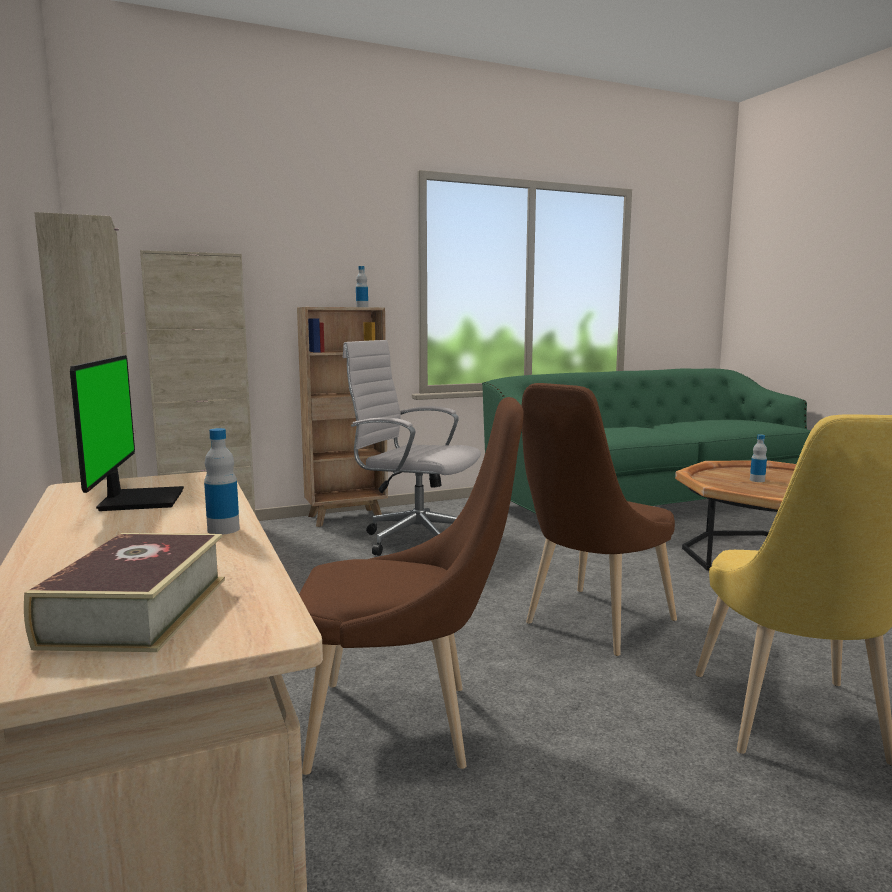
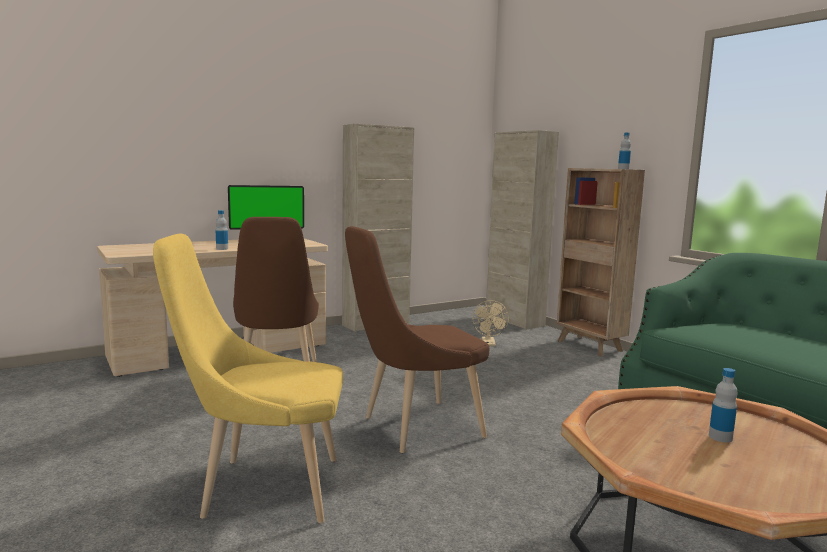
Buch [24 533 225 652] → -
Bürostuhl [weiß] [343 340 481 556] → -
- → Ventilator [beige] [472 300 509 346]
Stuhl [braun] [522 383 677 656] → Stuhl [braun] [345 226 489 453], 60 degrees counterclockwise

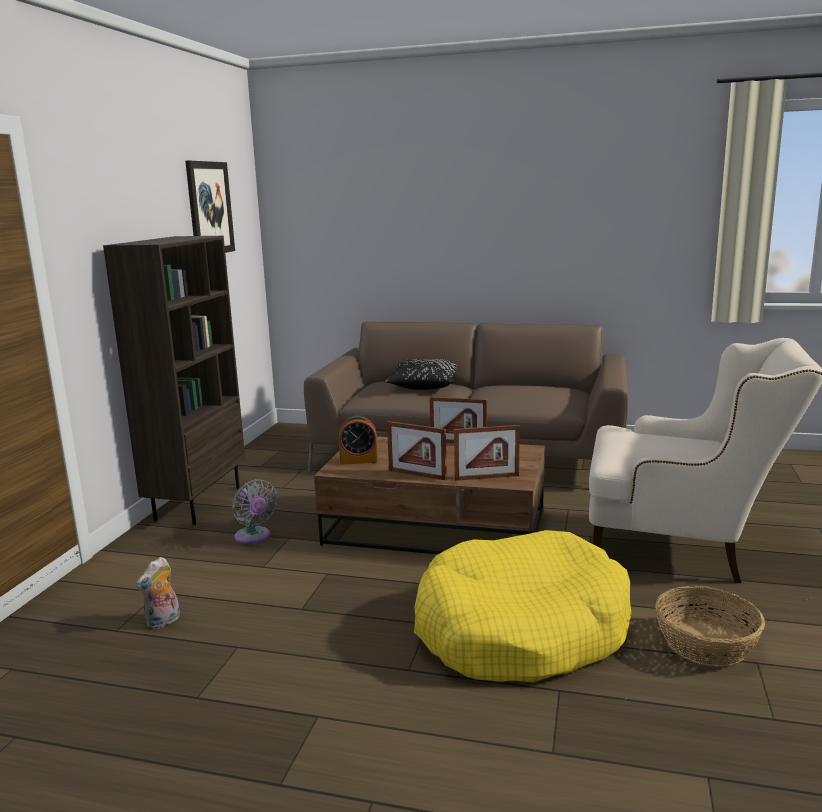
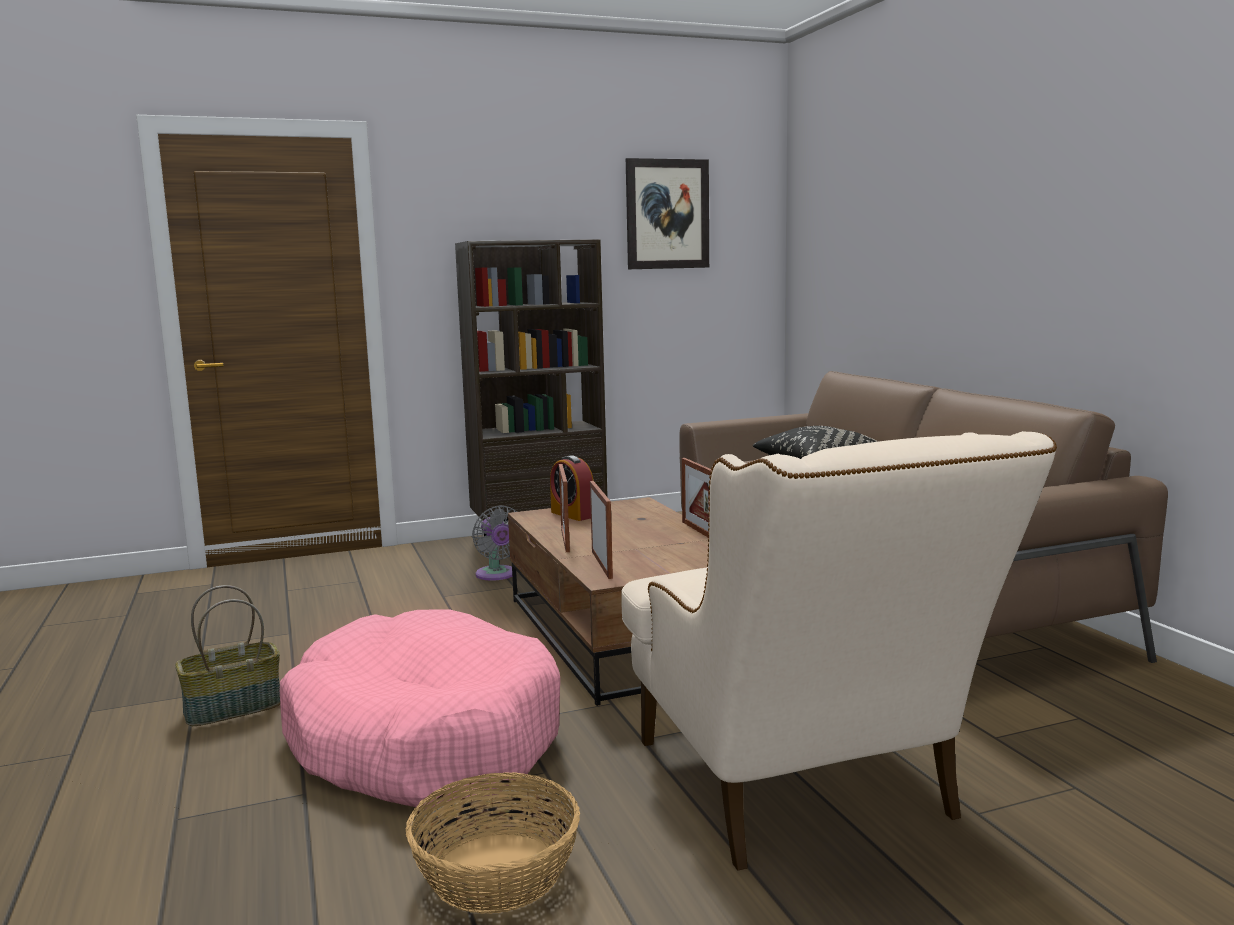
Plüschtier [136 557 180 630] → -
- → Korb [175 585 280 726]
Hundebett [gelb] [414 530 632 683] → Hundebett [rosa] [280 609 560 809]
Ventilator [grau] [232 479 278 544] → Ventilator [grau] [472 505 517 581], 45 degrees counterclockwise
Bilderrahmen [454 425 520 481] → Bilderrahmen [590 481 613 579], 150 degrees counterclockwise

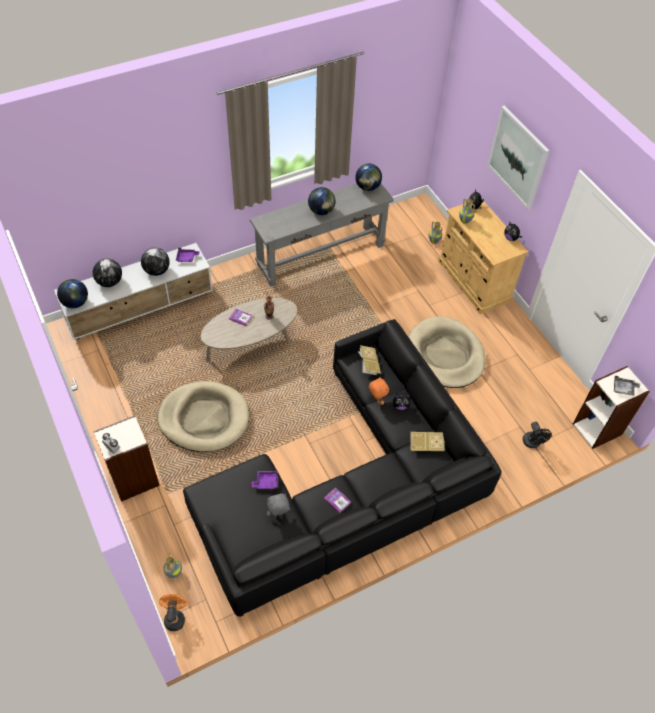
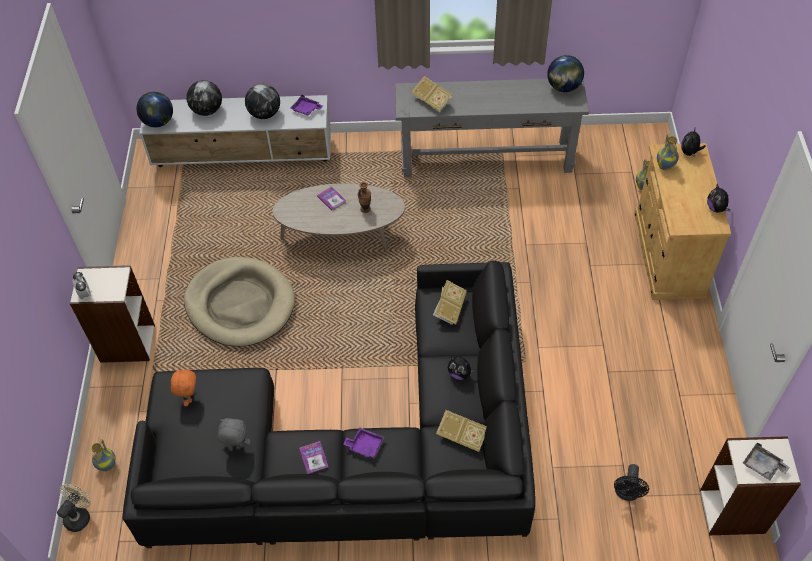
Globus [308 187 336 215] → -
Hundebett [beige] [408 316 486 388] → -
Bild [487 105 549 210] → -
- → Buch [411 76 452 113]
Tablett [lila] [252 471 278 490] → Tablett [lila] [343 427 384 458], move
Plüschtier [orange] [369 376 389 405] → Plüschtier [orange] [171 367 196 406], move
Ventilator [orange] [159 594 187 631] → Ventilator [beige] [57 484 91 532]

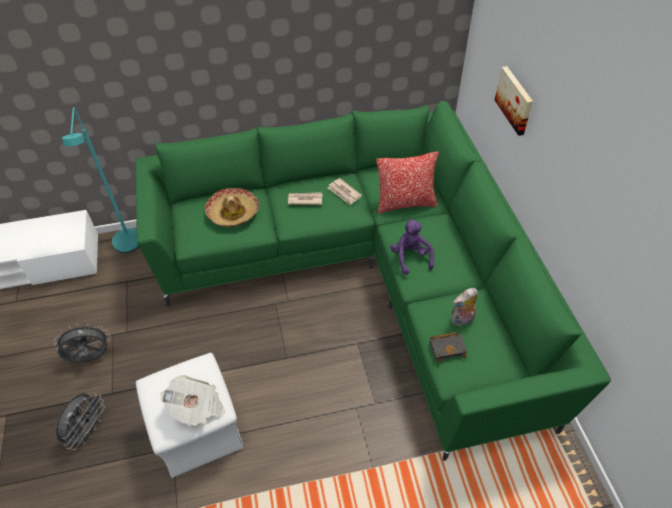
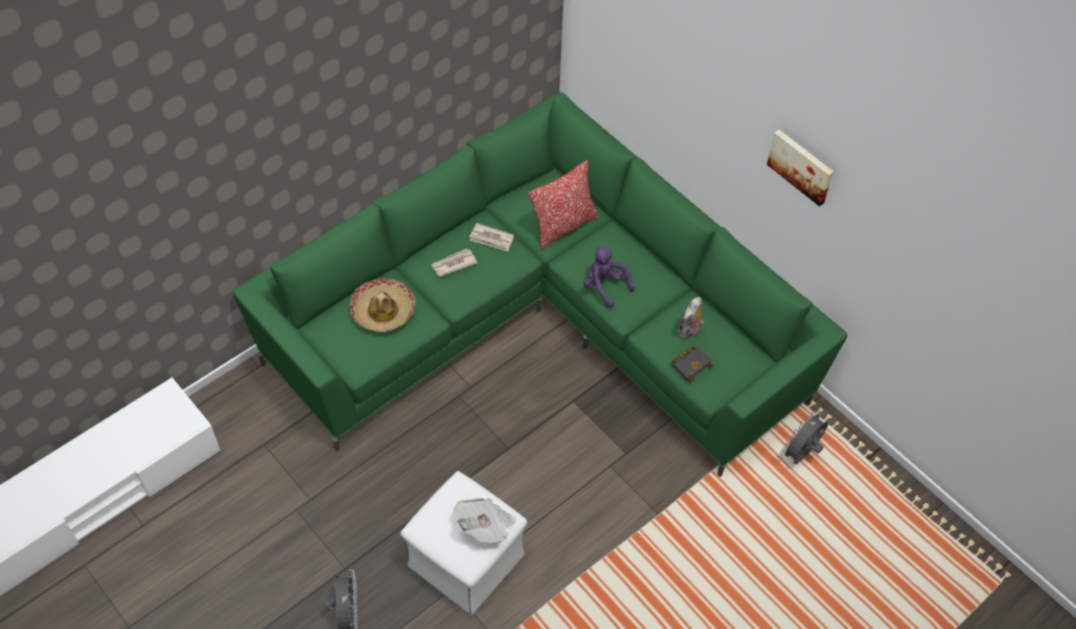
Stehlampe [türkis] [62 107 139 253] → -
Ventilator [grau] [54 323 110 362] → Ventilator [grau] [780 410 828 464], move
Bild [495 66 533 136] → Bild [767 130 834 206], move

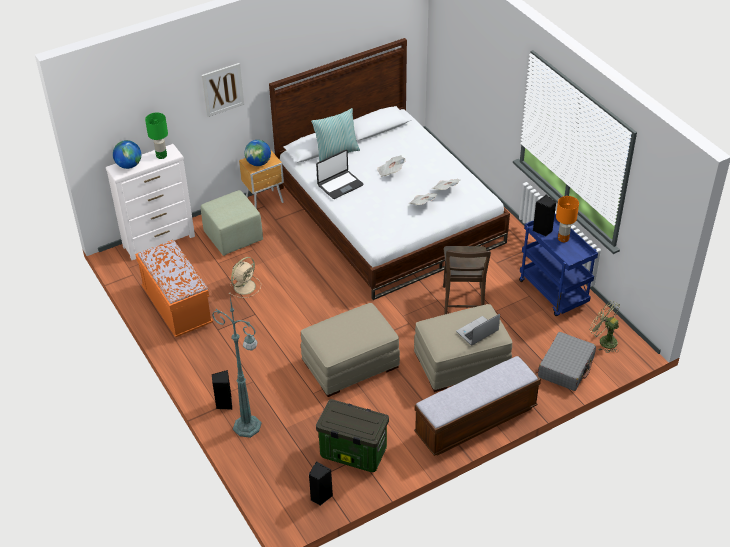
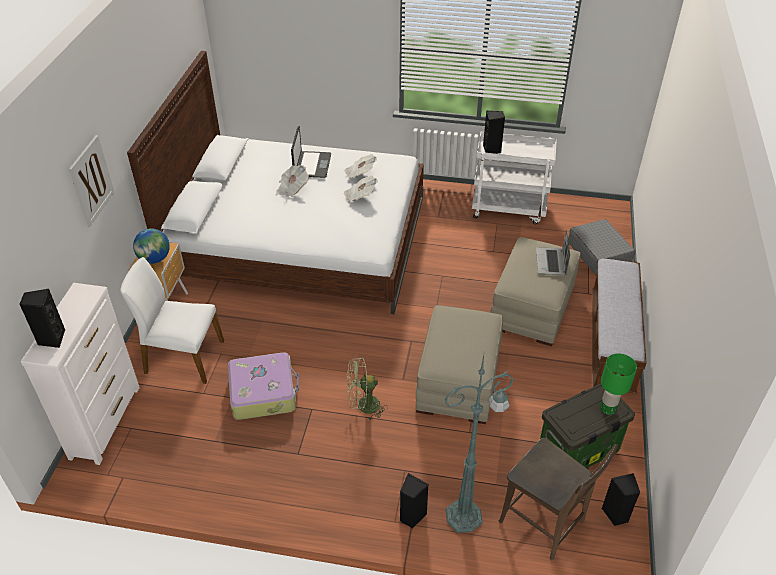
Bank [orange] [135 240 213 337] → -
Kissen [311 108 360 161] → -
Tischlampe [orange] [556 196 579 242] → -
Tischlampe [grün] [145 113 168 159] → Tischlampe [grün] [600 353 637 415], move
Laptop [316 149 364 199] → Laptop [291 126 331 178], move
Stuhl [braun] [443 246 491 315] → Stuhl [braun] [499 438 618 560], move
Ventilator [grün] [589 300 620 353] → Ventilator [grün] [346 357 388 421], move
Globus [113 140 141 169] → Lautsprecher [schwarz] [20 289 66 348]
Polsterhocker [grün] [201 190 263 256] → Stuhl [weiß] [120 257 224 384]
Ventilator [beige] [229 257 261 298] → Koffer [228 352 299 420]
Rollwagen [blau] [519 214 598 316] → Rollwagen [weiß] [472 132 557 224]

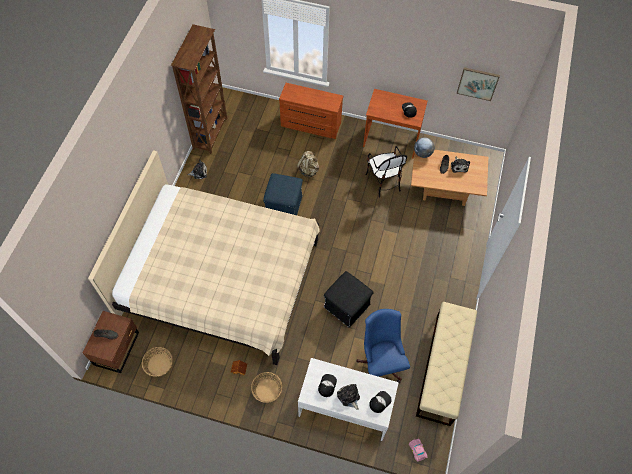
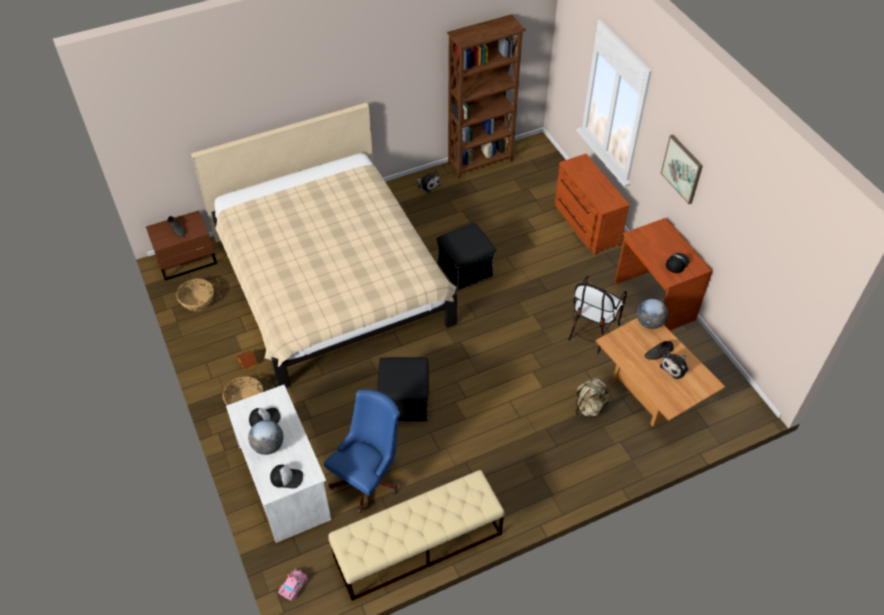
Rucksack [beige] [297 151 319 179] → Rucksack [beige] [575 378 609 419], move
Bild [456 67 500 101] → Bild [661 135 703 204], move
Plüschtier [337 384 360 410] → Globus [248 420 283 455]
Polsterhocker [blau] [263 173 303 215] → Polsterhocker [schwarz] [437 223 496 291]

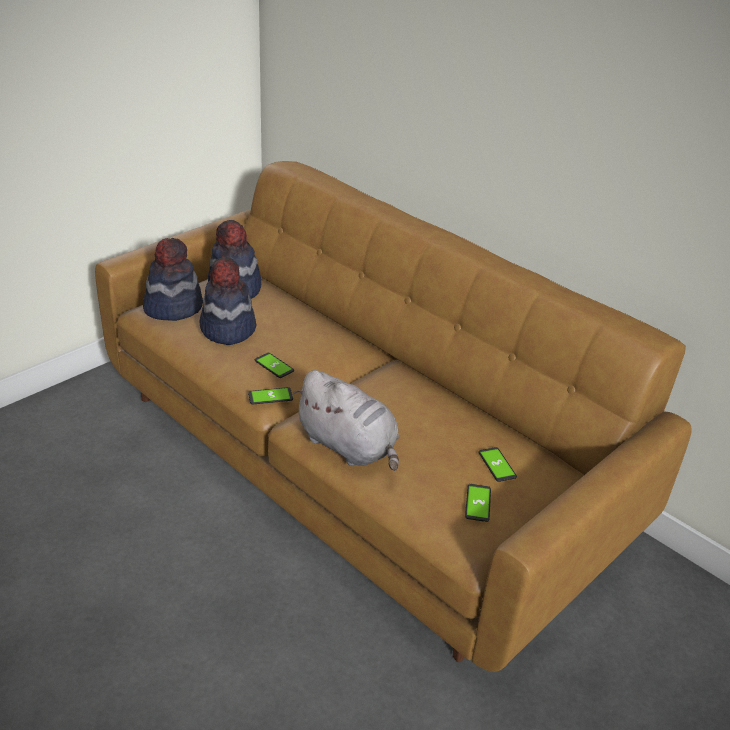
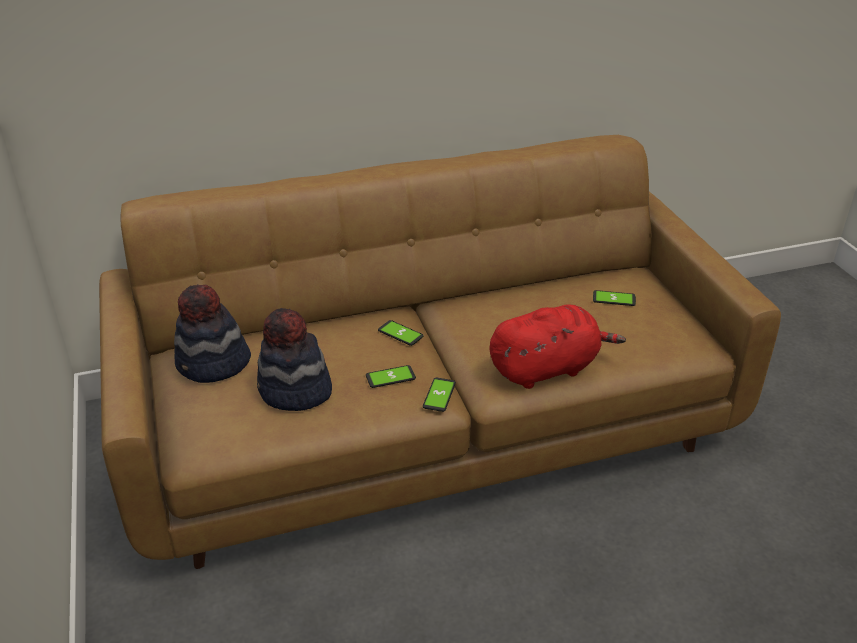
Hut [143 238 203 321] → -
Handy [465 484 491 522] → Handy [378 320 424 346], move
Plüschtier [grau] [292 370 399 471] → Plüschtier [rot] [489 304 626 389]

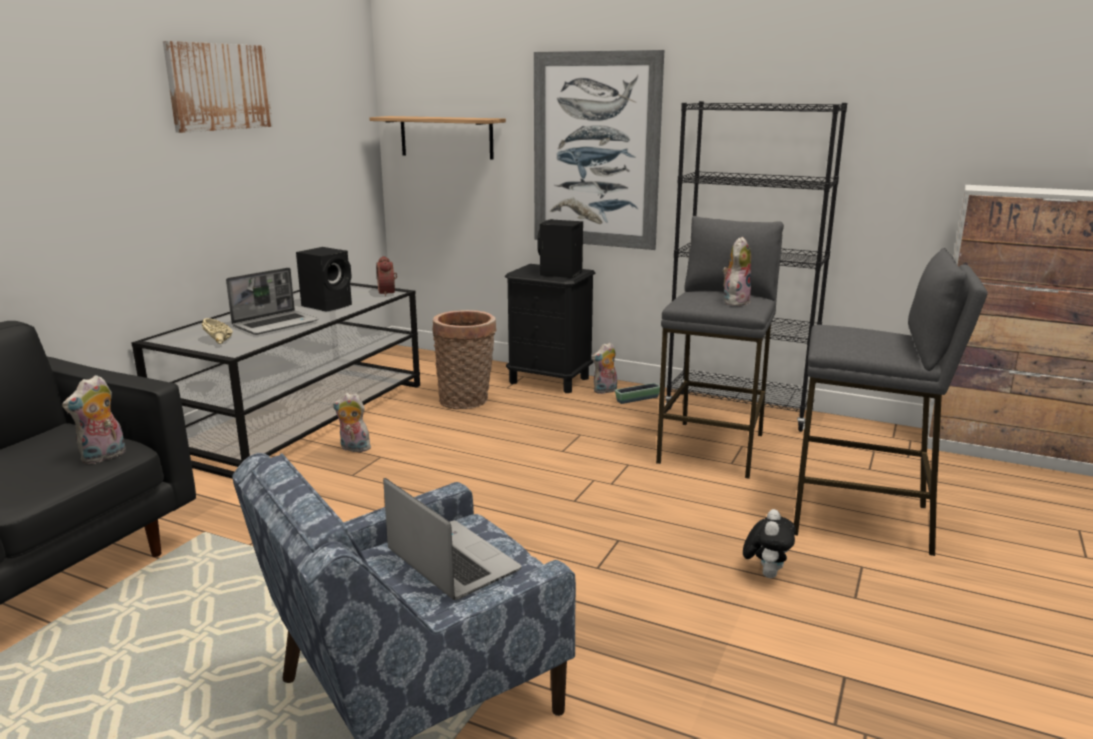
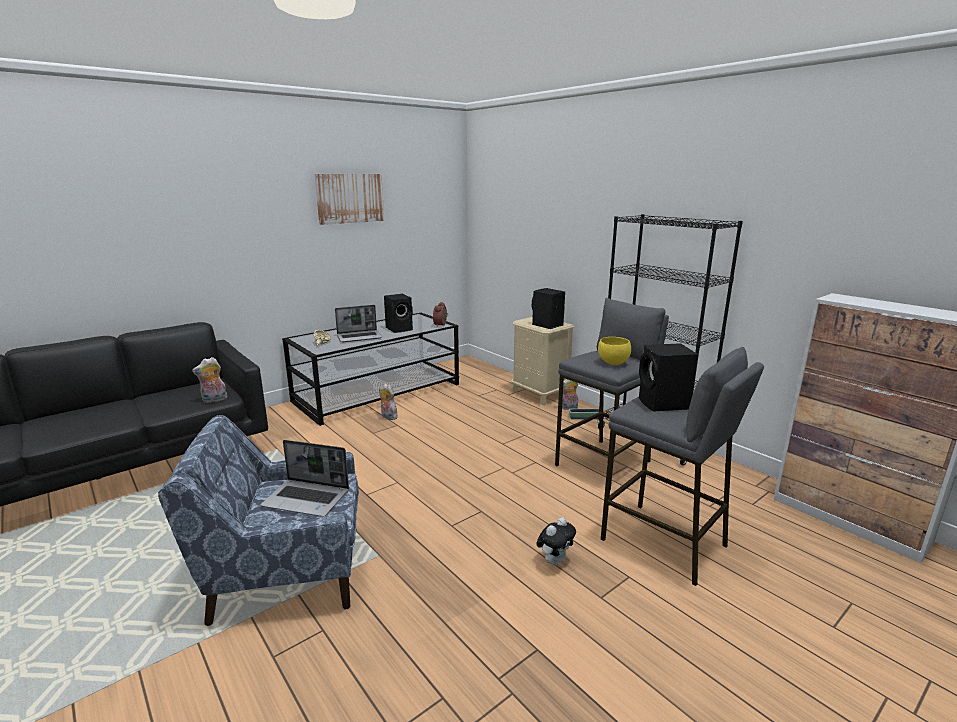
Wandregal [369 116 506 159] → -
Korb [433 310 496 409] → -
Bild [534 50 664 250] → -
- → Lautsprecher [schwarz] [639 343 698 412]
Plüschtier [723 237 751 306] → Schüssel [gelb] [598 337 631 365]
Nachttisch [schwarz] [505 264 596 393] → Nachttisch [beige] [511 317 574 405]
Laptop [383 478 522 600] → Laptop [260 440 349 516], 120 degrees clockwise

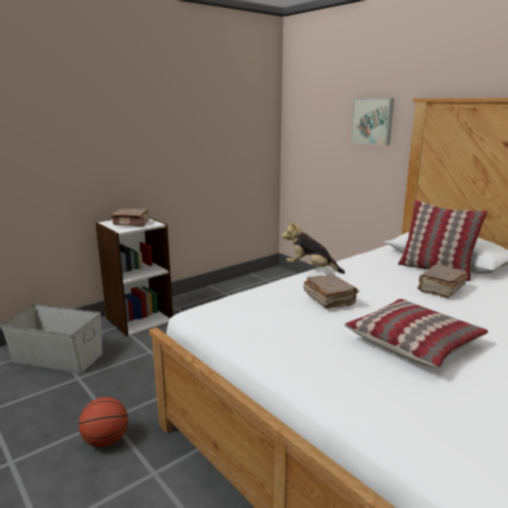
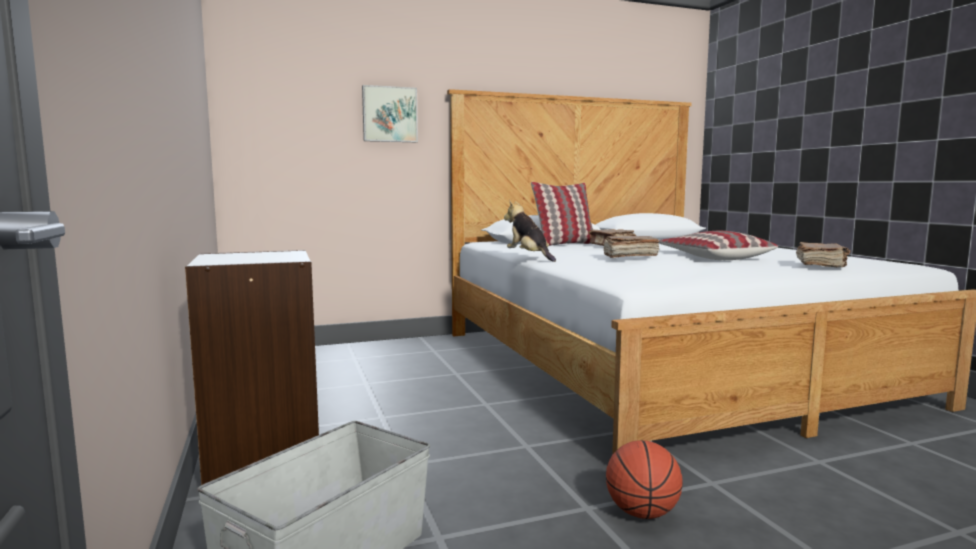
Buch [braun] [111 208 150 227] → Buch [braun] [796 242 850 267], move
Plüschtier [282 220 345 274] → Plüschtier [504 201 556 262], 105 degrees clockwise

